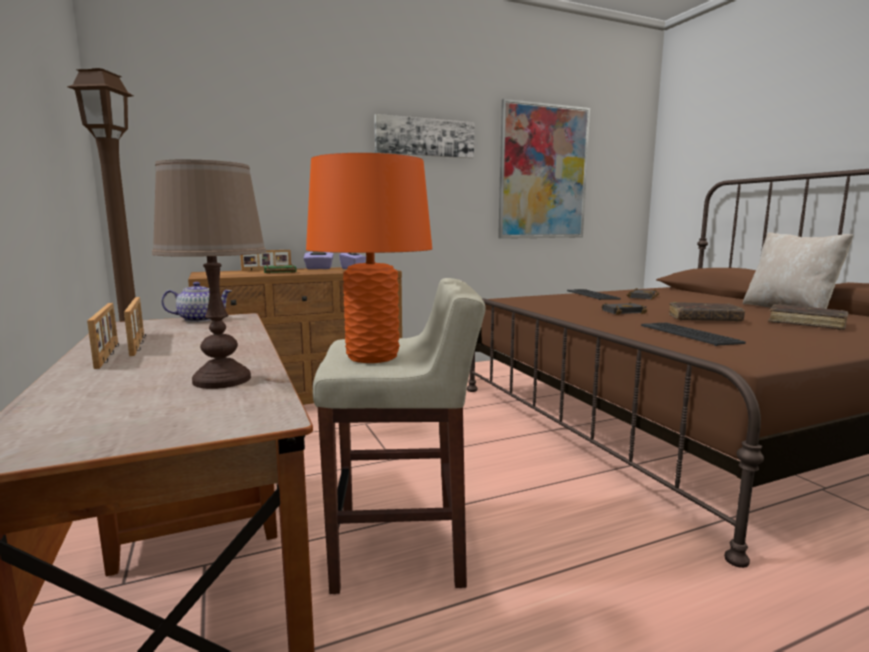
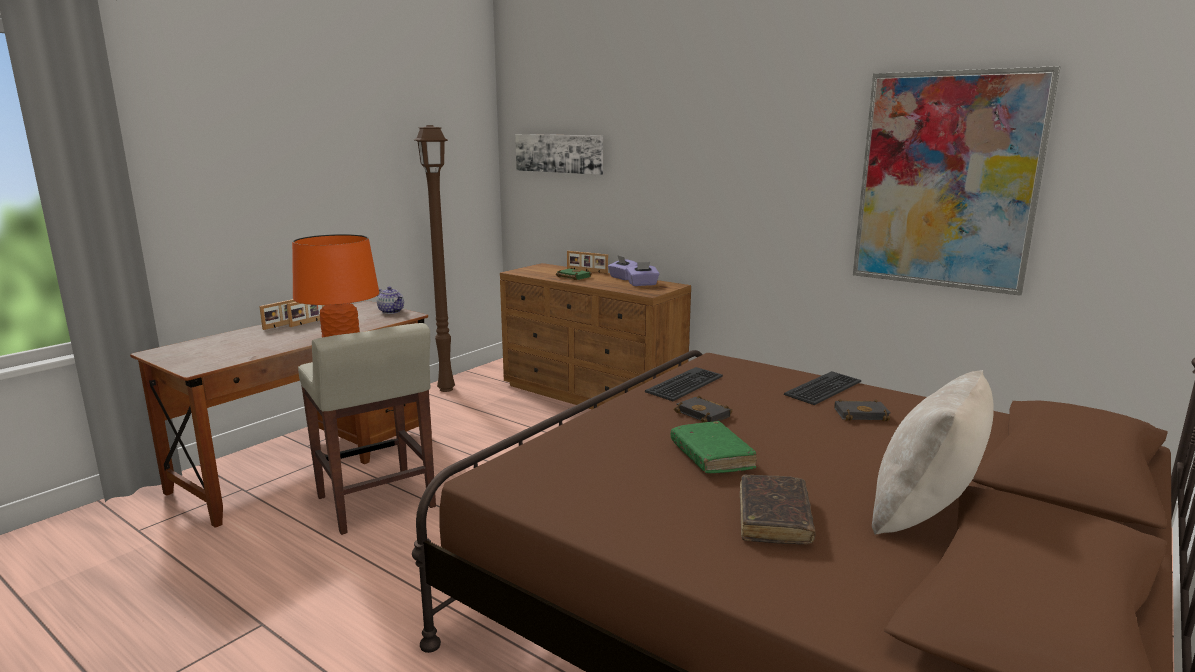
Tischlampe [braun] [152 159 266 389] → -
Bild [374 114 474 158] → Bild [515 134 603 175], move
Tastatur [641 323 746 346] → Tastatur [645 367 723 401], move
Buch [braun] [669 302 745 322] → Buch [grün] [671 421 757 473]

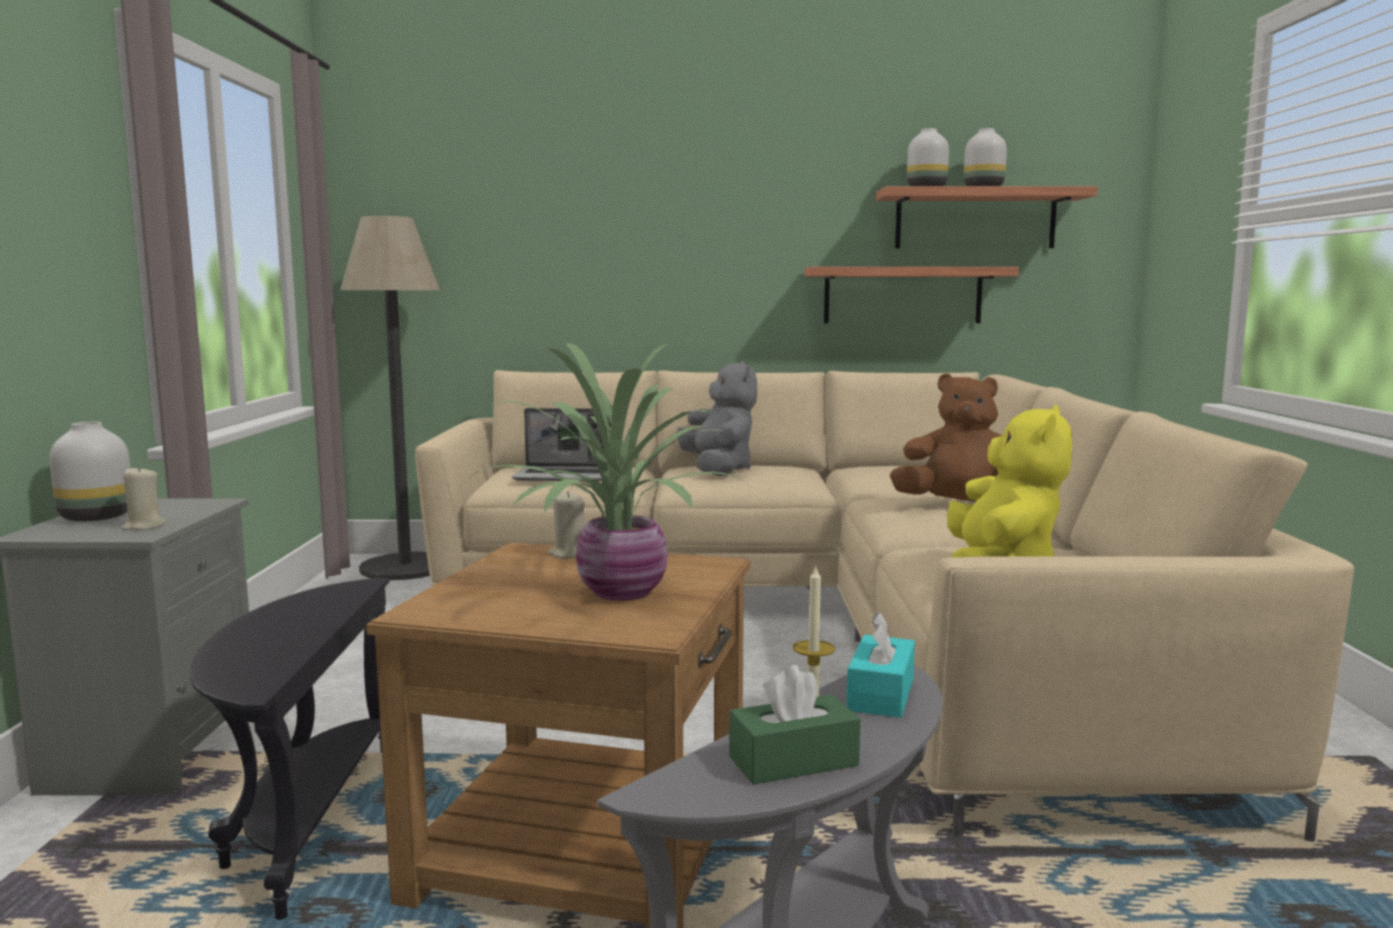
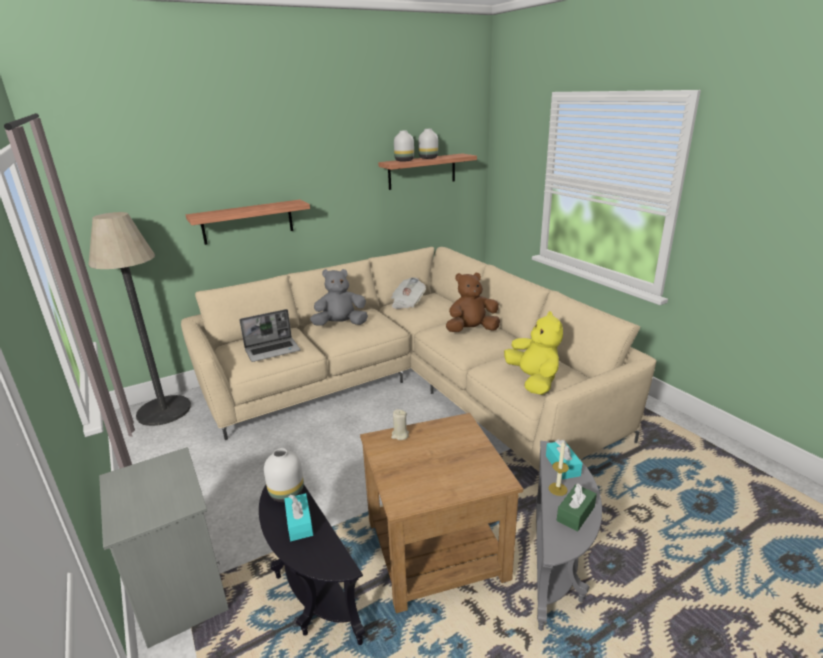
Kerze [beige] [122 466 166 530] → -
Topfpflanze [473 343 745 601] → -
- → Taschentuchbox [türkis] [284 493 313 541]
- → Zeitung [391 277 426 309]
Vase [weiß] [50 422 130 521] → Vase [weiß] [264 448 304 502], move
Wandregal [804 267 1019 323] → Wandregal [186 200 310 245], move
Plüschtier [grau] [677 360 757 476] → Plüschtier [grau] [310 269 368 326], 60 degrees counterclockwise

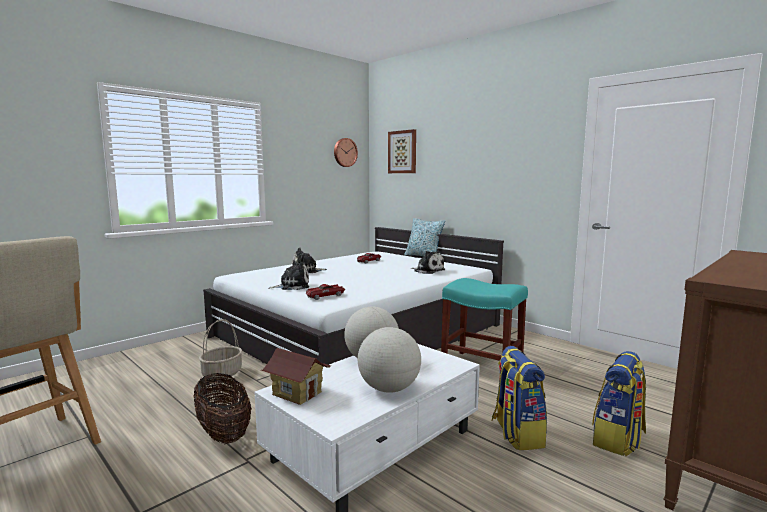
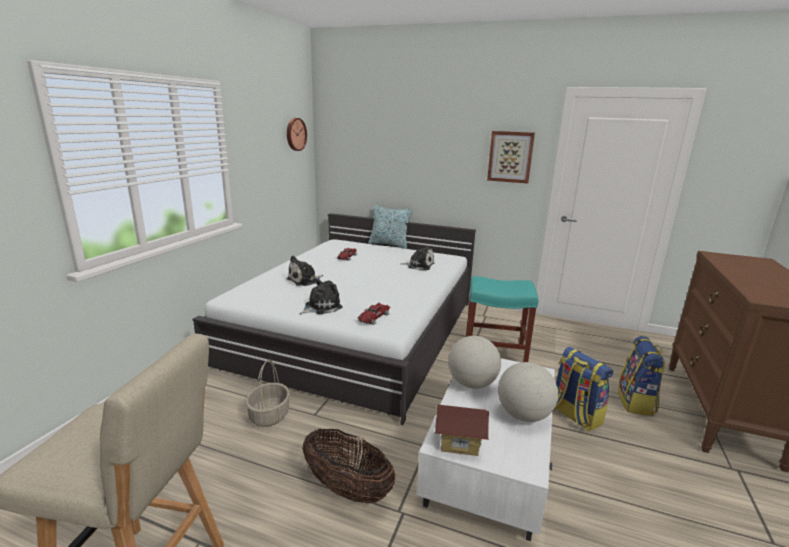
Bild [388 129 416 173] → Bild [487 131 535 184], move

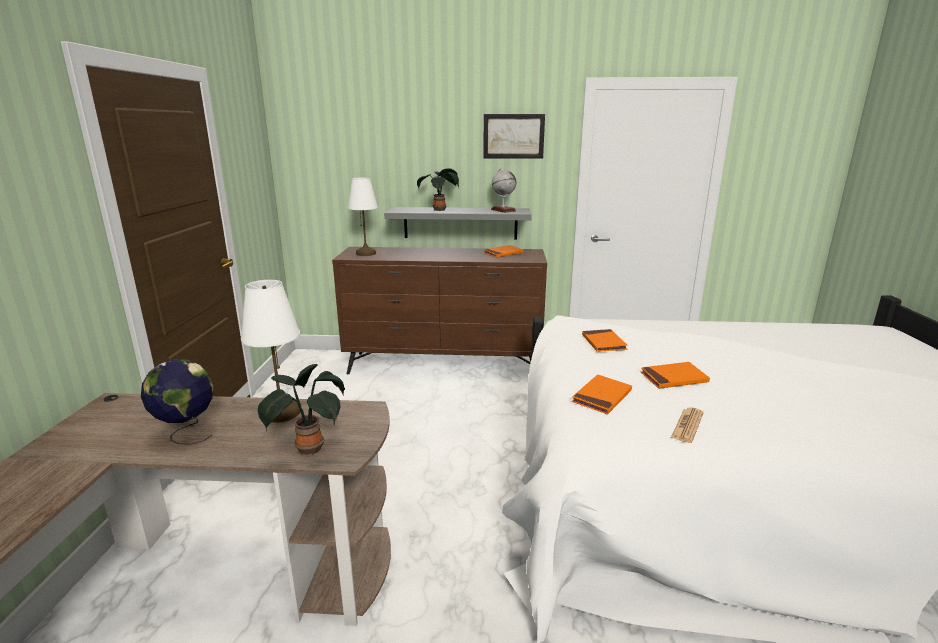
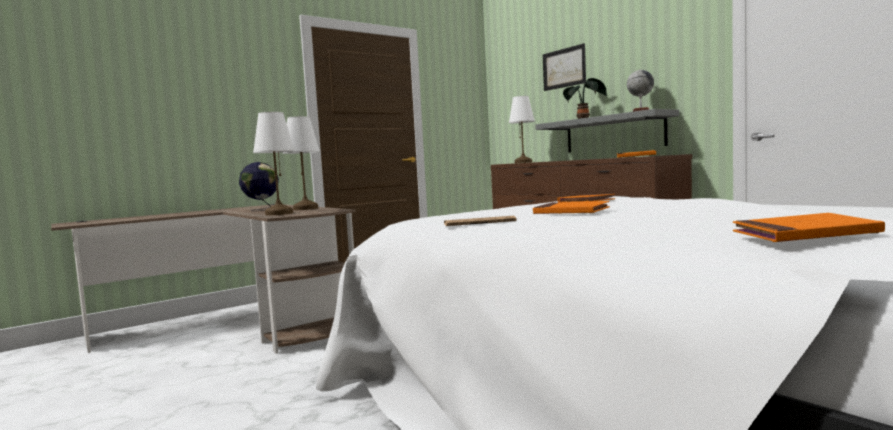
Bild [483 114 545 159] → Bild [543 43 586 91], move
Buch [orange] [572 374 632 414] → Buch [orange] [733 213 885 242], move
Topfpflanze [258 364 345 456] → Tischlampe [weiß] [253 112 295 215]

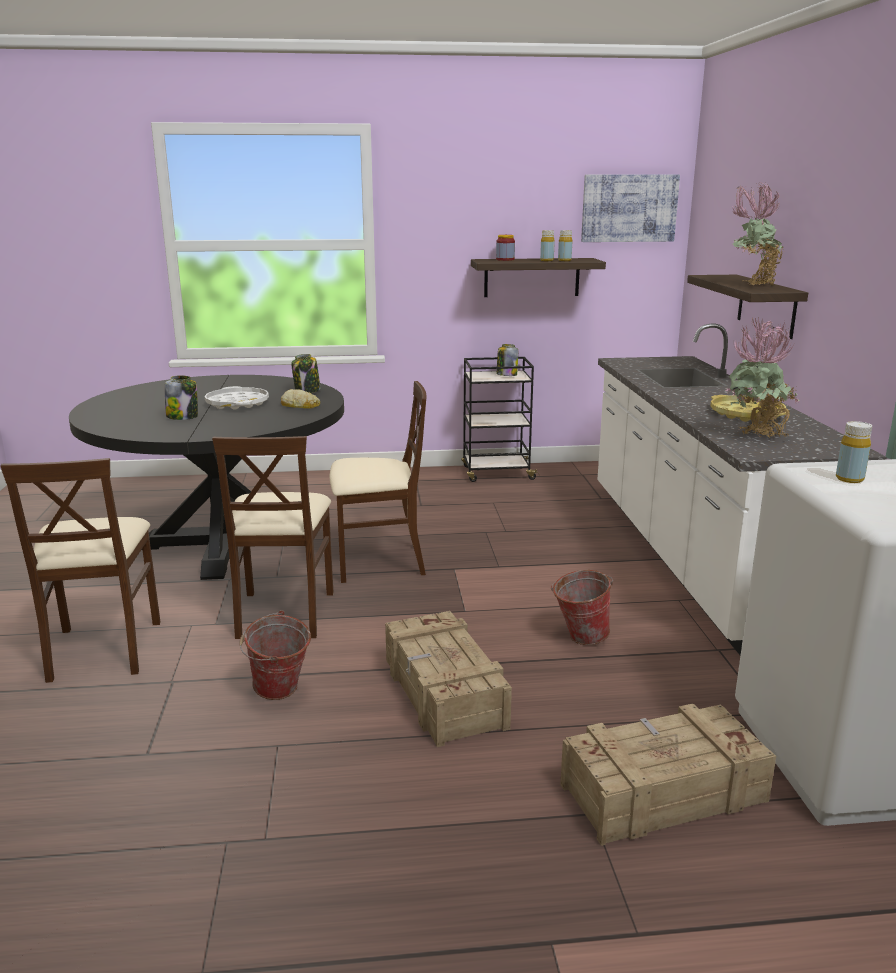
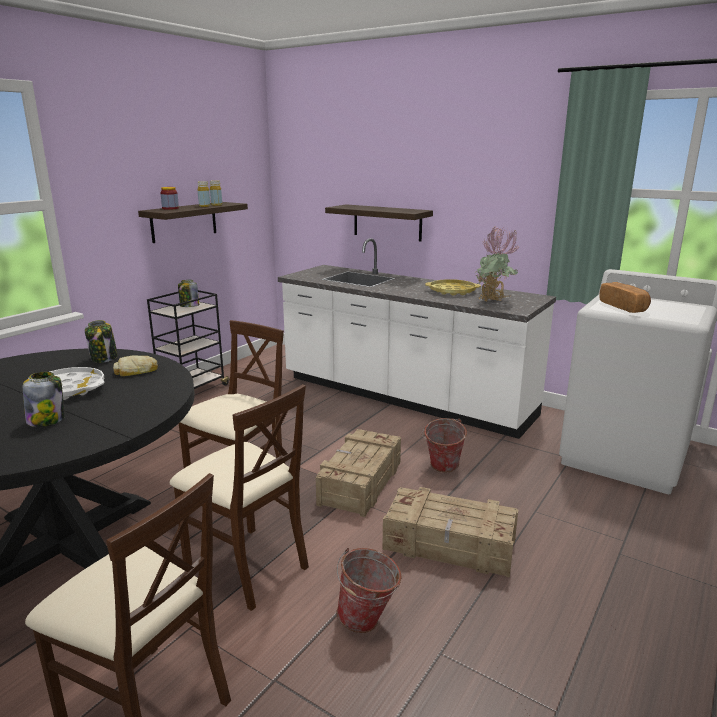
Bild [581 175 680 242] → -
Topfpflanze [732 182 783 285] → -
Kiste [560 704 776 846] → Kiste [316 429 401 517], move
Flasche [gelb] [836 421 872 483] → Brot [599 282 651 313]

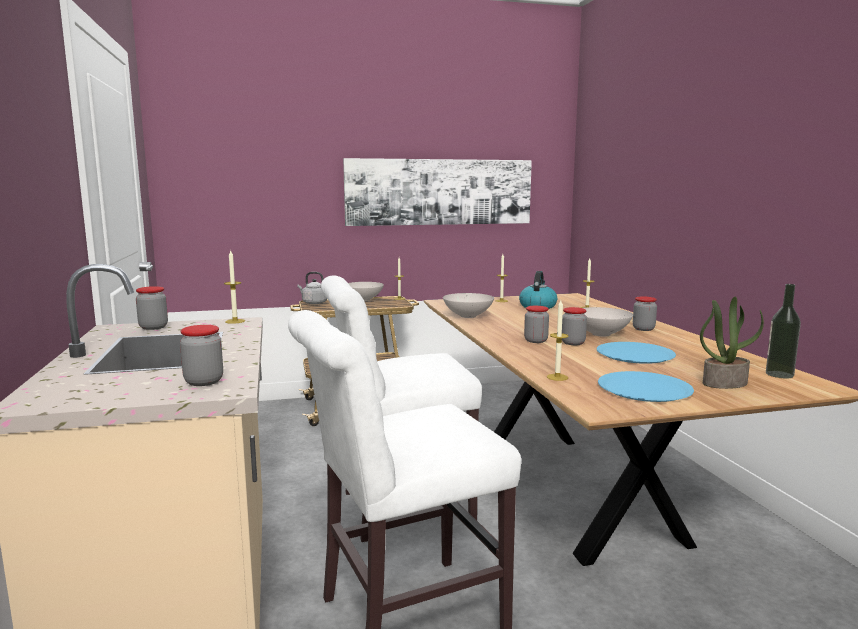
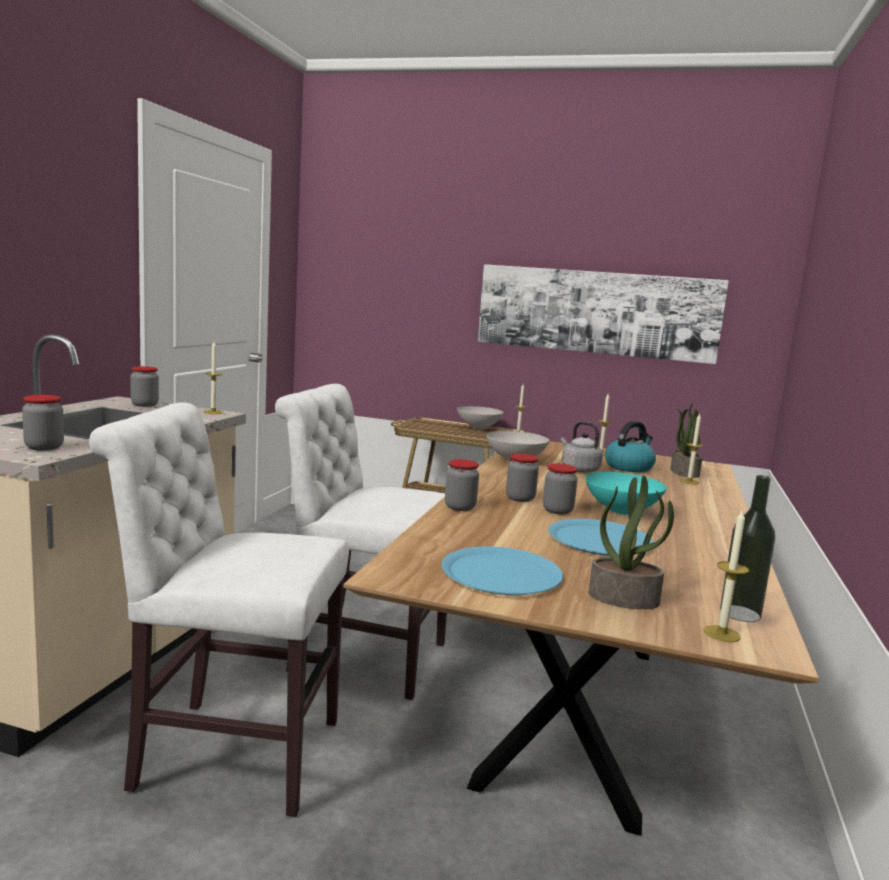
- → Topfpflanze [670 403 702 478]
Wasserkessel [grau] [297 272 327 304] → Wasserkessel [grau] [561 421 603 473], move
Kerze [547 300 569 381] → Kerze [704 509 749 642], move
Vorratsglas [633 296 657 331] → Vorratsglas [445 459 479 511], move
Schüssel [weiß] [583 307 633 337] → Schüssel [türkis] [585 472 667 515]

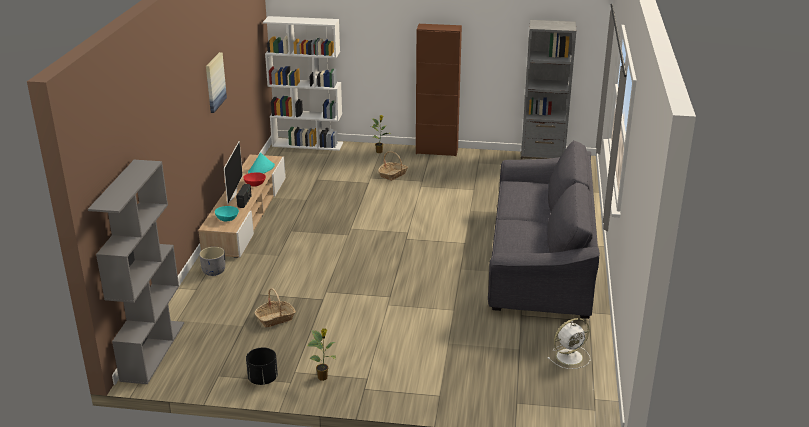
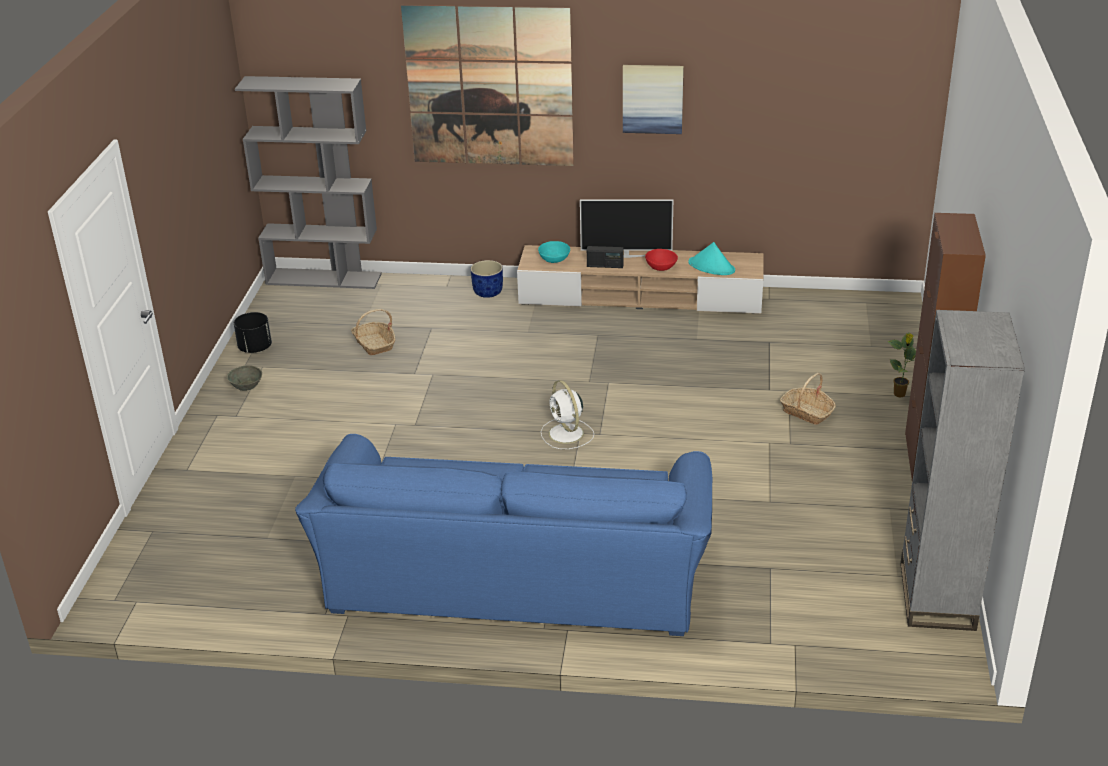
Bücherregal [weiß] [263 16 343 151] → -
- → Bild [401 5 574 166]
Ventilator [weiß] [547 318 591 369] → Ventilator [weiß] [541 380 594 449], move
Topfpflanze [307 328 336 381] → Schüssel [grau] [227 365 262 391]
Pflanzkübel [grau] [199 247 225 276] → Pflanzkübel [blau] [471 260 503 298]
Sofa [grau] [488 140 600 319] → Sofa [blau] [295 434 712 636]

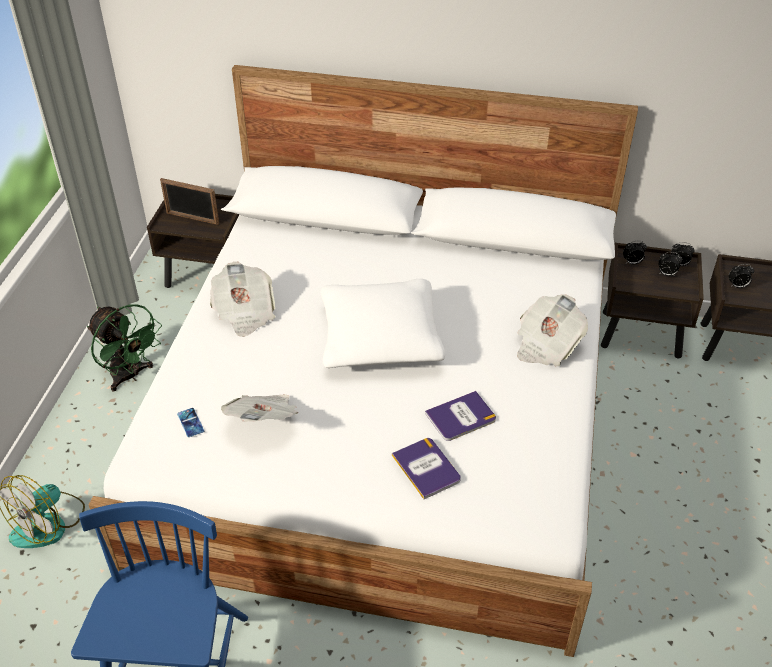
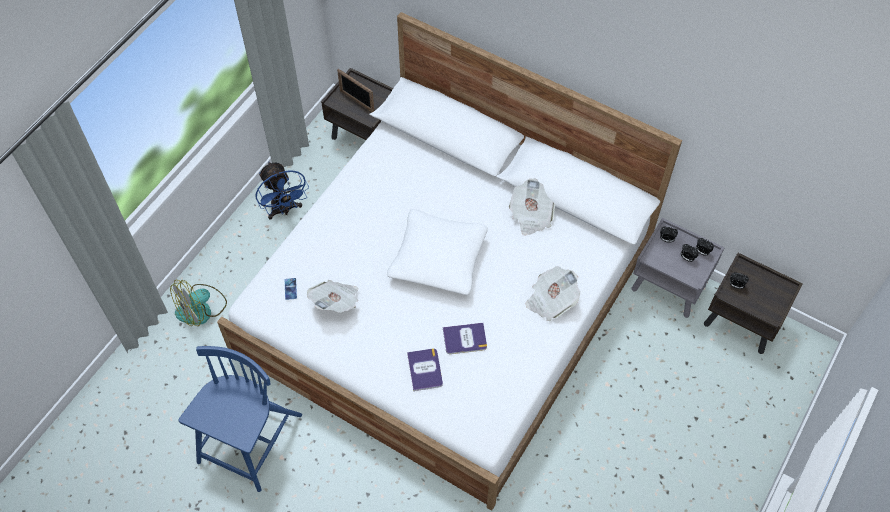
Zeitung [210 262 275 337] → Zeitung [509 178 555 236], move
Ventilator [grün] [87 304 162 392] → Ventilator [blau] [255 161 309 220]
Nachttisch [braun] [601 243 704 358] → Nachttisch [grau] [631 218 725 318]

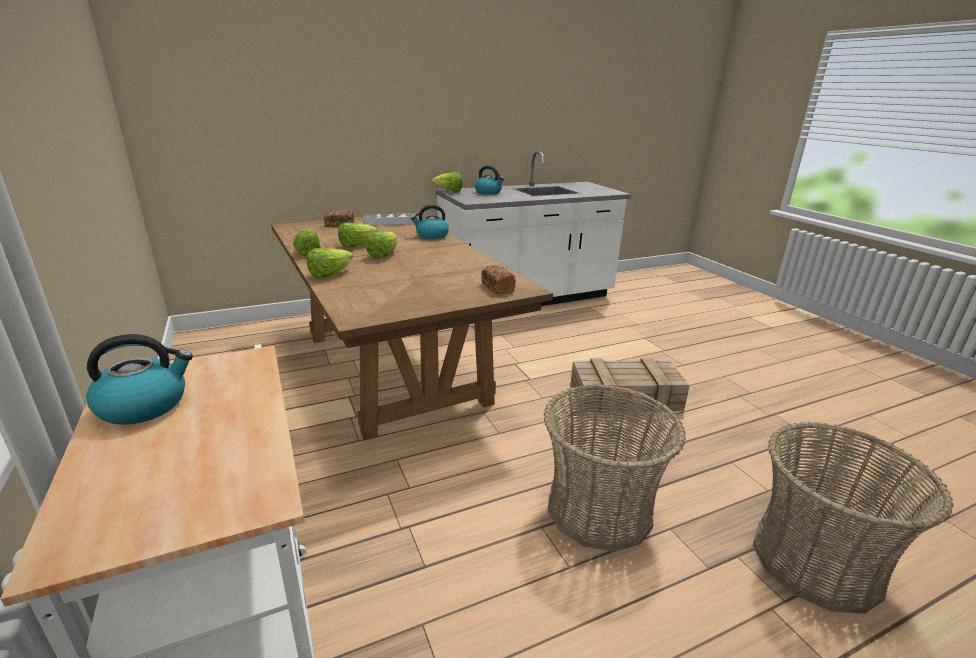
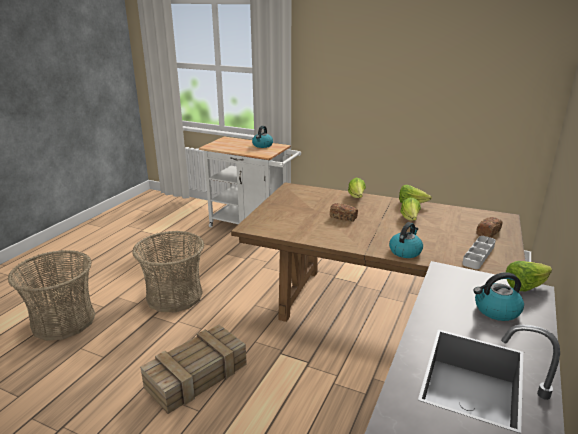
Salatkopf [364 231 397 258] → -
Brot [481 265 516 294] → Brot [330 203 358 222], move

